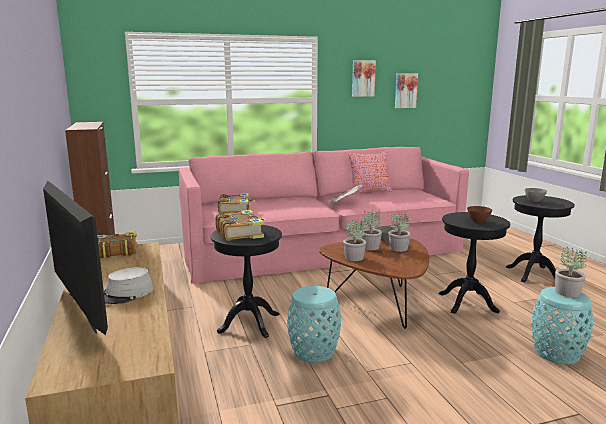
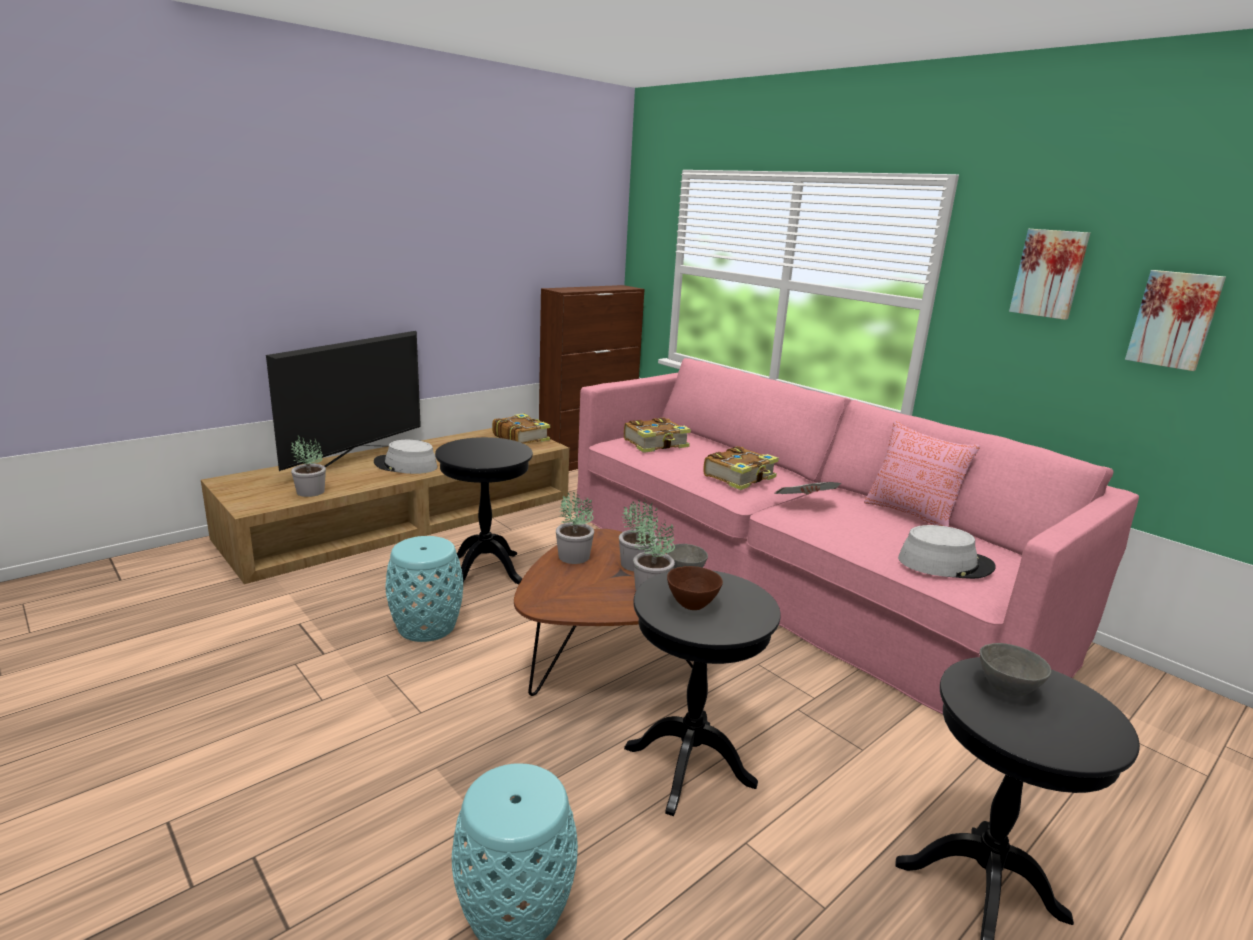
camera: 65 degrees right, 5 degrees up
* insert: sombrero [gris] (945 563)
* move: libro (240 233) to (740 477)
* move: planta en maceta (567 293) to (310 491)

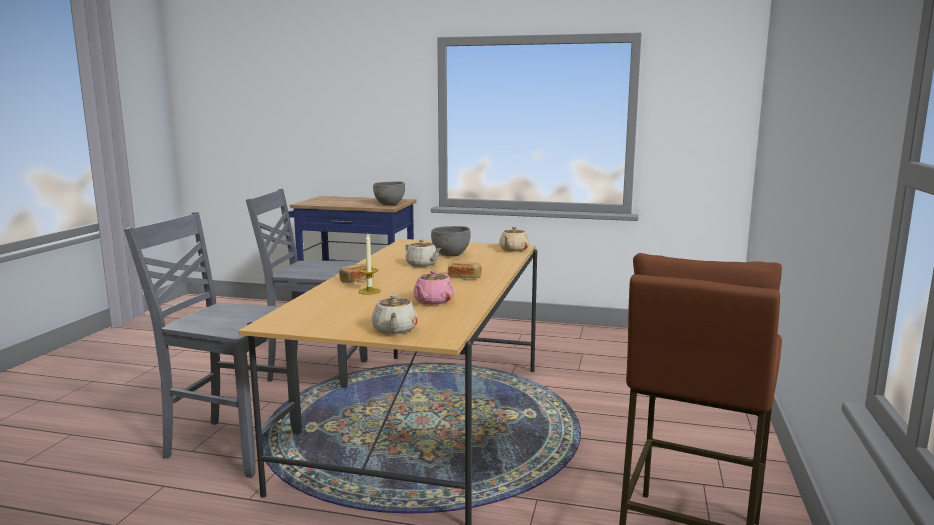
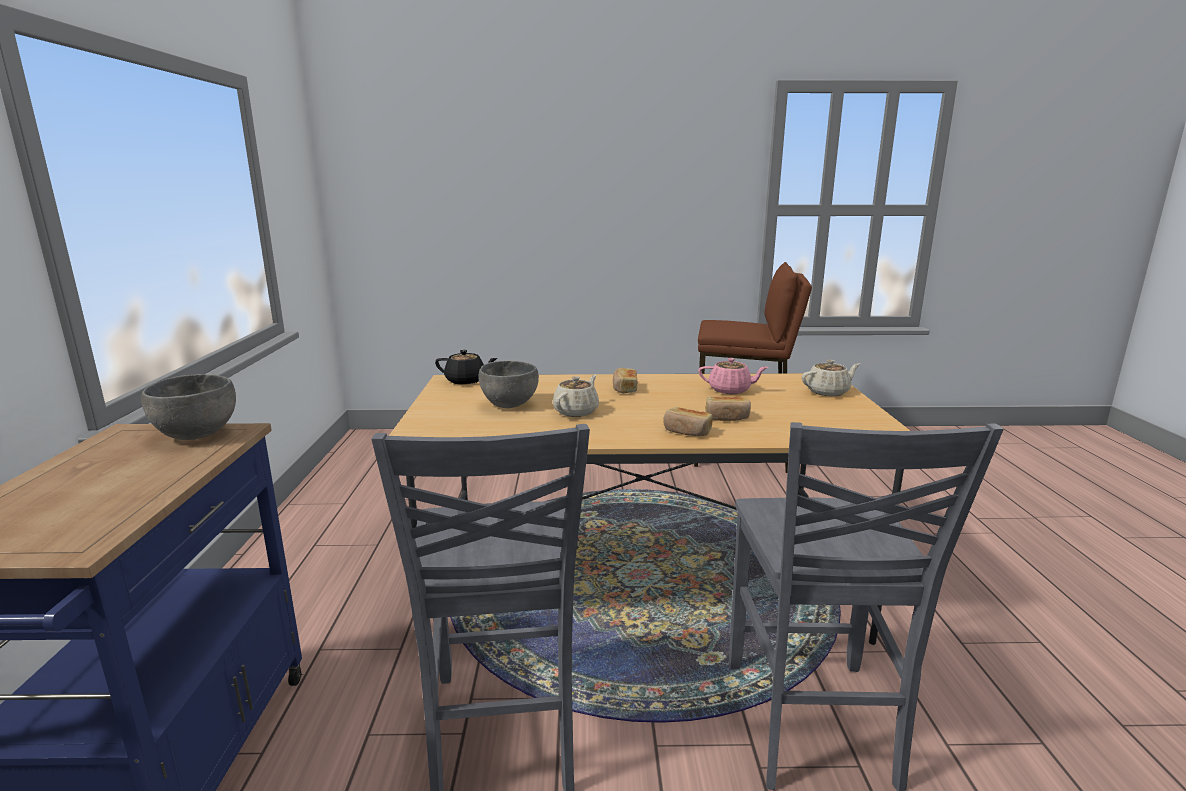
camera: 105 degrees left, 5 degrees up
* replace: vela (369 291) to pan (726 417)
* recolor: tetera [beis] (513 250) to tetera [negro] (466 381)

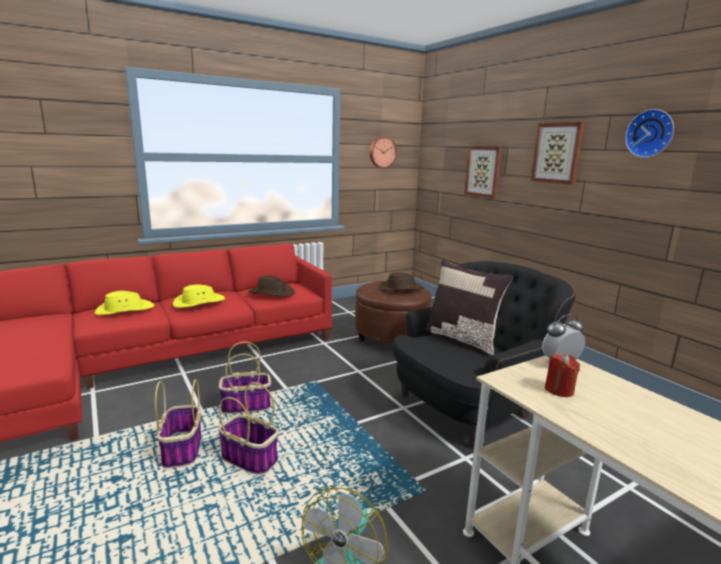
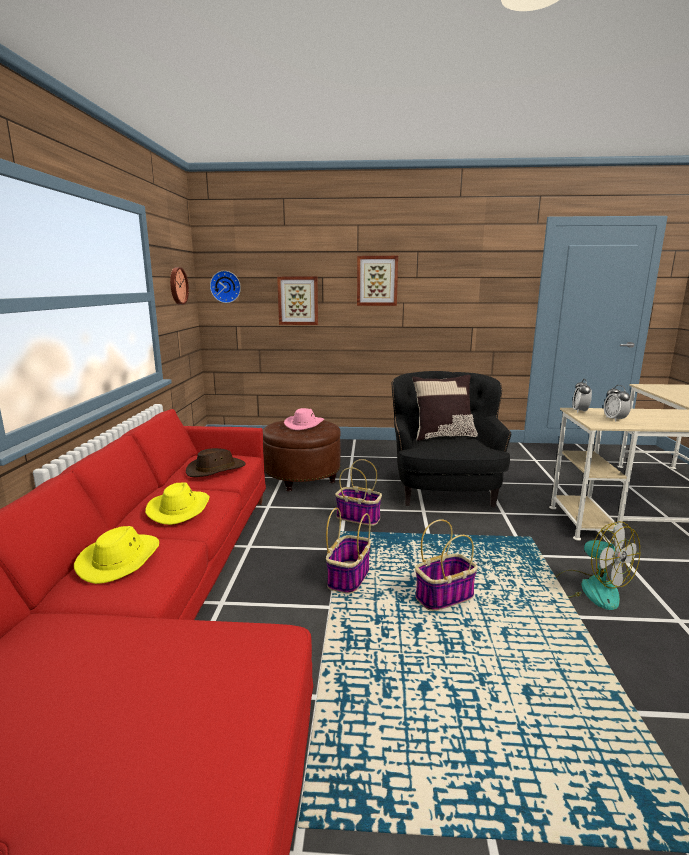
camera: 55 degrees left, 0 degrees up
* move: cesta (182 450) to (359 517)
* move: reloj de pared (650 133) to (226 287)
* replace: vela [rojo] (559 390) to despertador (614 419)
* recolor: sombrero [marrón] (401 288) to sombrero [rosa] (304 424)

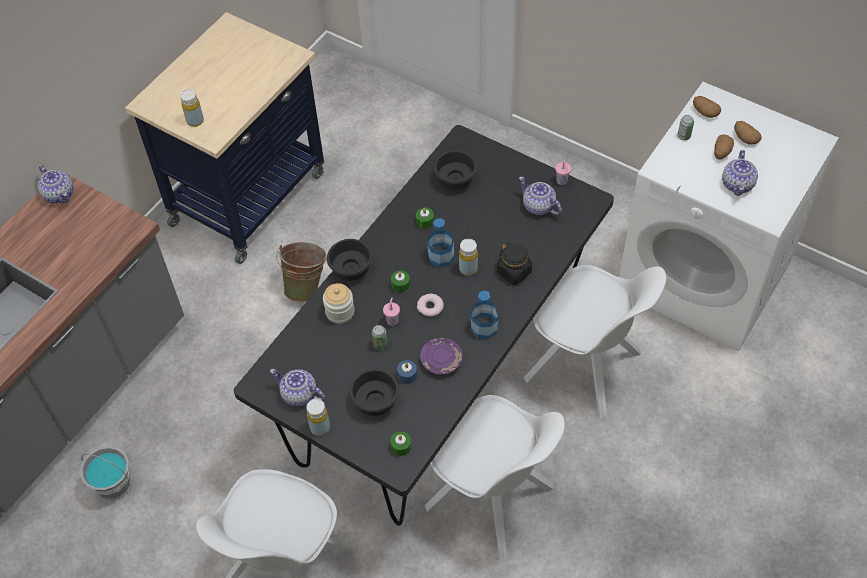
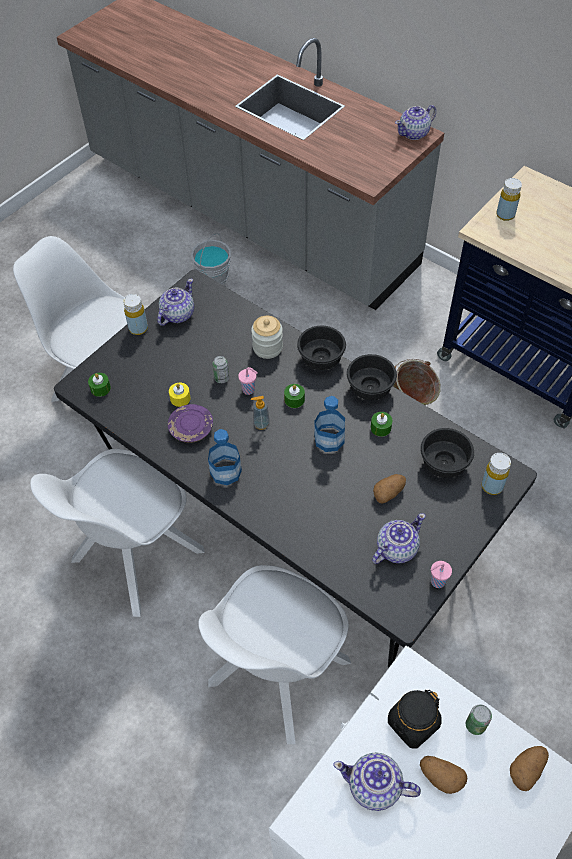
camera: 95 degrees right, 0 degrees up
* move: cuenco [negro] (375 400) to (371 387)
* move: botella [amarillo] (468 269) to (492 486)
* move: tarro [negro] (514 272) to (413 723)
* move: patata (745 138) to (388 493)
* replace: rosquilla (430 307) to dispensador de jabón (261 424)
* recolor: vela [azul] (407 375) to vela [amarillo] (180 398)

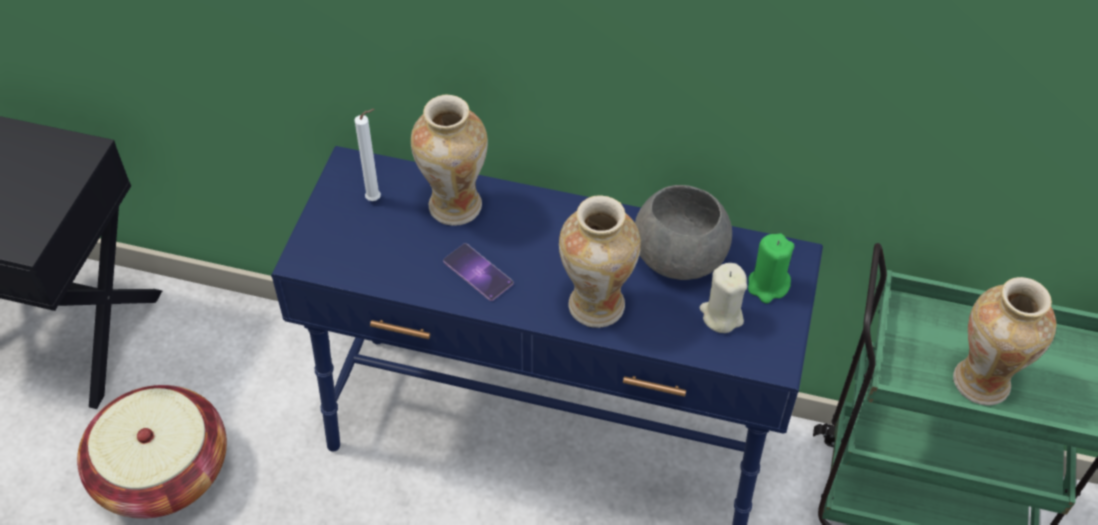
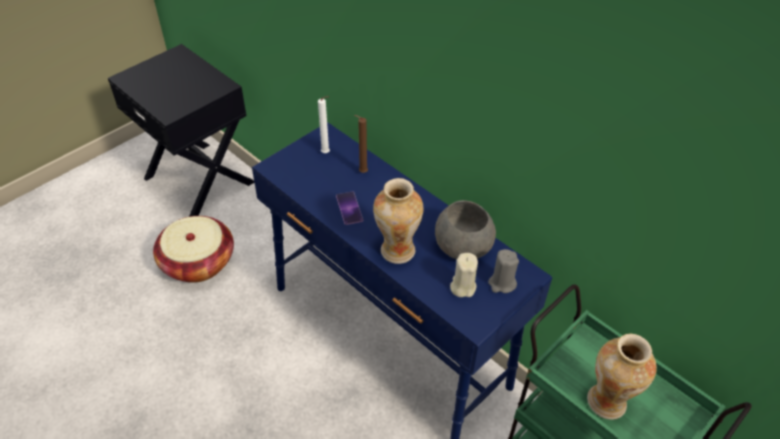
camera: 30 degrees right, 5 degrees down
* replace: florero (453 207) to vela [marrón] (361 172)
* recolor: vela [verde] (767 285) to vela [gris] (502 283)

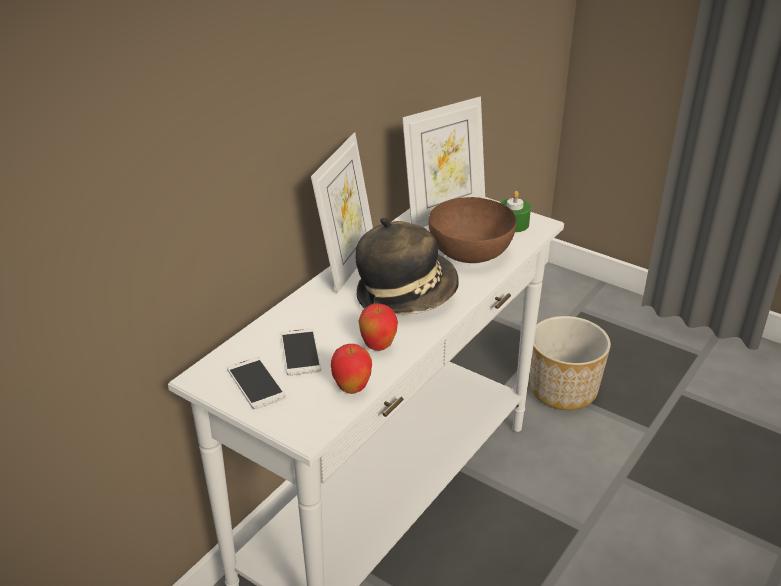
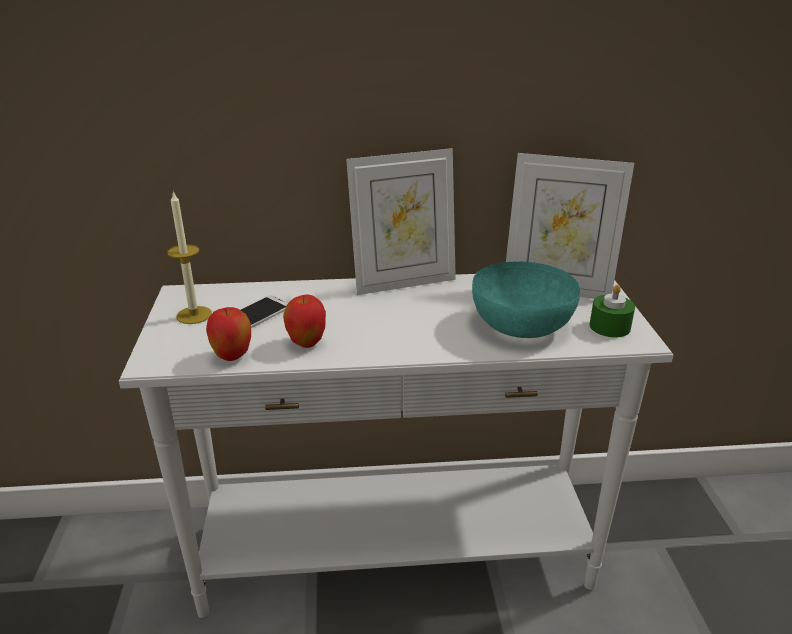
camera: 50 degrees right, 5 degrees down
* delete: sombrero (406 294)
* delete: maceta (564 390)
* replace: móvil (256 383) to vela (194 315)
* recolor: cuenco [marrón] (470 252) to cuenco [turquesa] (520 325)

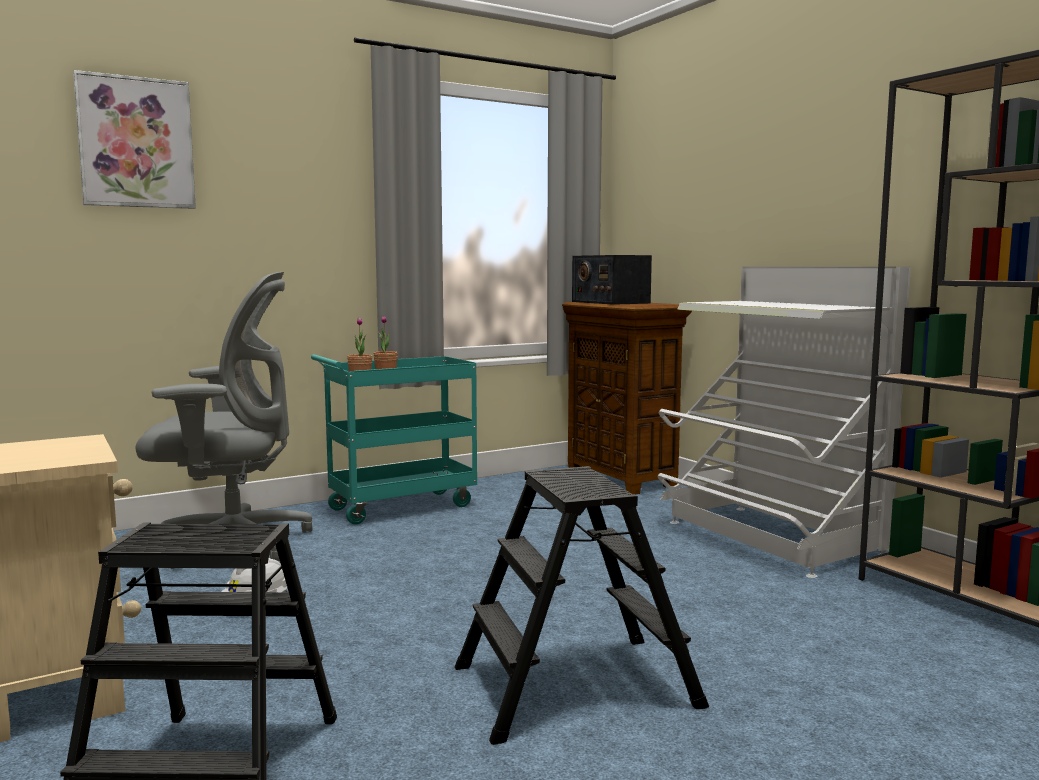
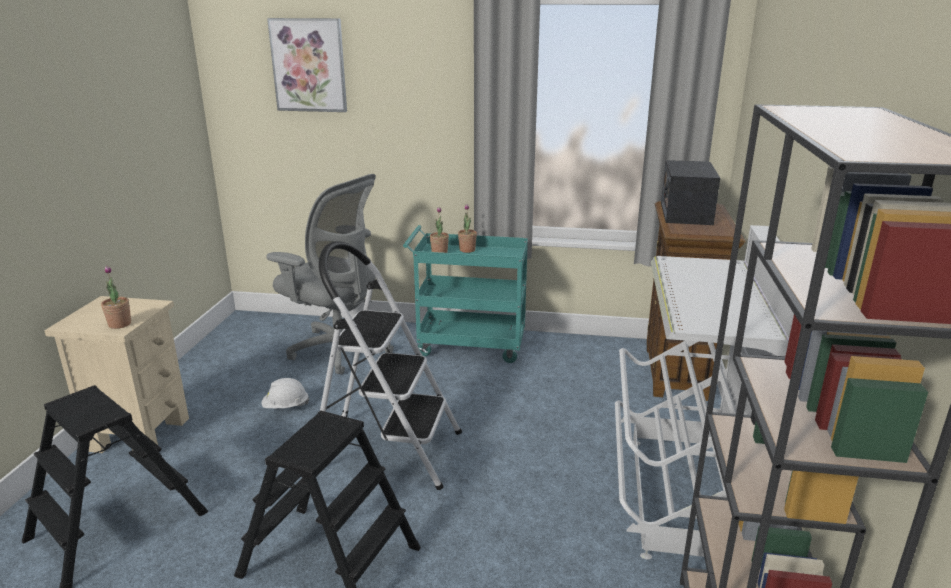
camera: 40 degrees right, 15 degrees up
* insert: planta en maceta (120 324)
* insert: escalera de tijera (384 451)

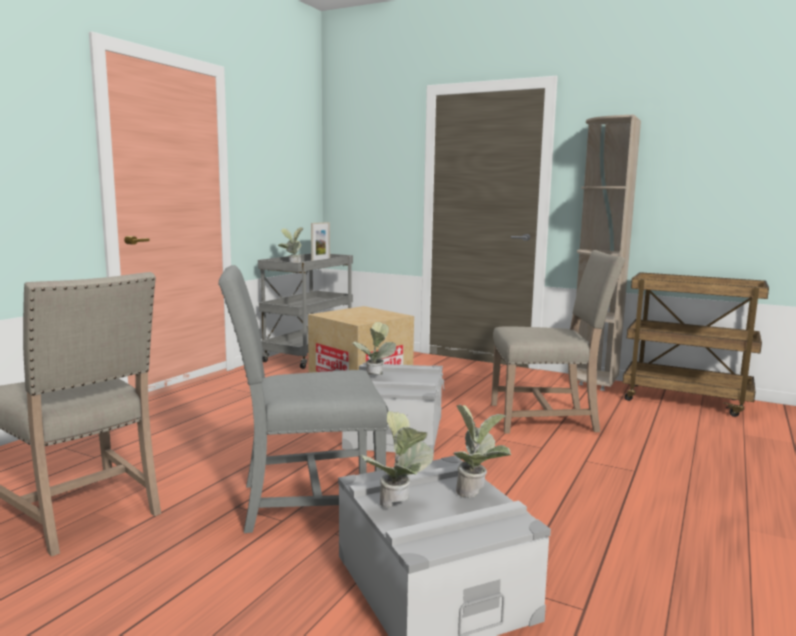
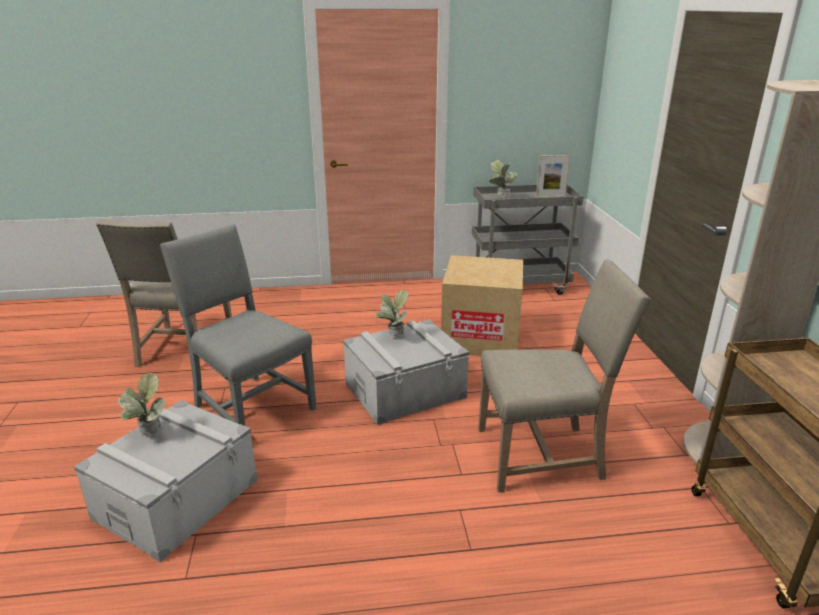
camera: 55 degrees right, 15 degrees up
* delete: planta en maceta (477 493)
* rotate: silla [beis] (547 418) = (543 455) 60 degrees counterclockwise

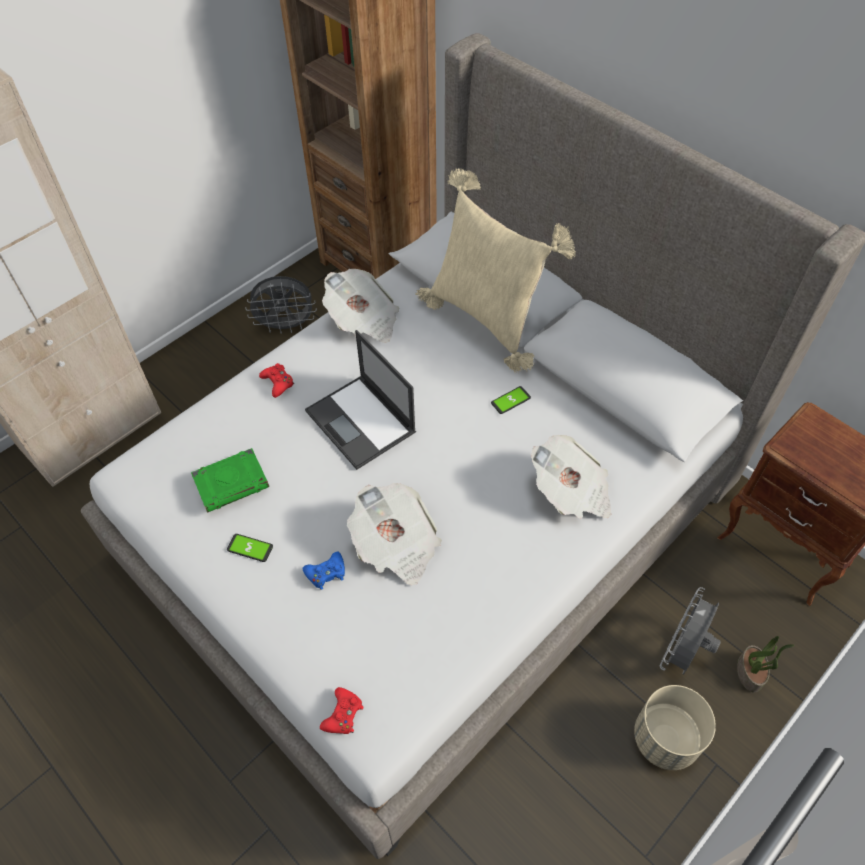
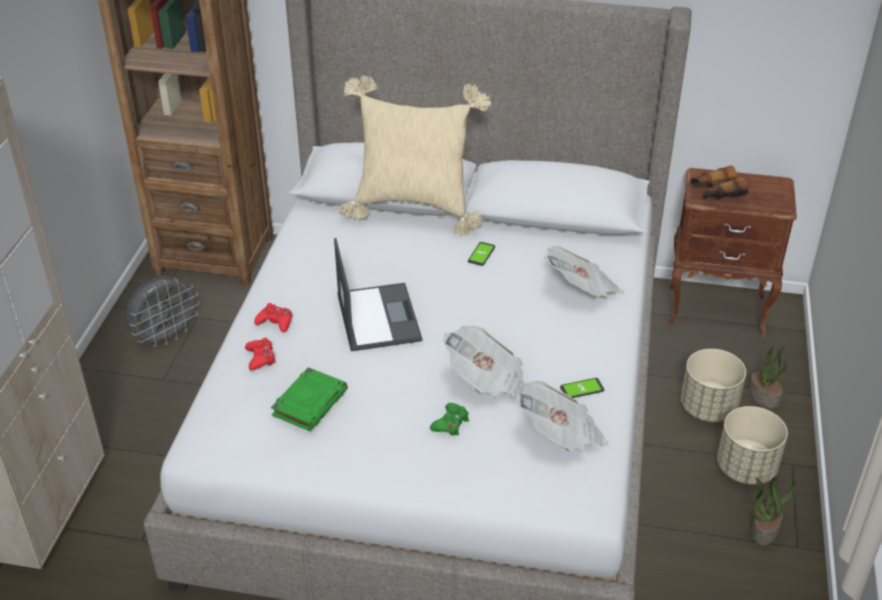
camera: 35 degrees left, 15 degrees down
* insert: prismáticos (716 192)
* insert: planta en maceta (764 529)
* move: móvil (250 548) to (582 389)
* move: mando de consola [rojo] (343 714) to (260 358)
* move: periódico (363 320) to (561 435)
* replace: ventilador [gris] (682 651) to maceta [beis] (708 408)
* recolor: mando de consola [azul] (326 573) to mando de consola [verde] (450 424)
* rotate: portátil (361 422) = (378 316) 120 degrees counterclockwise

